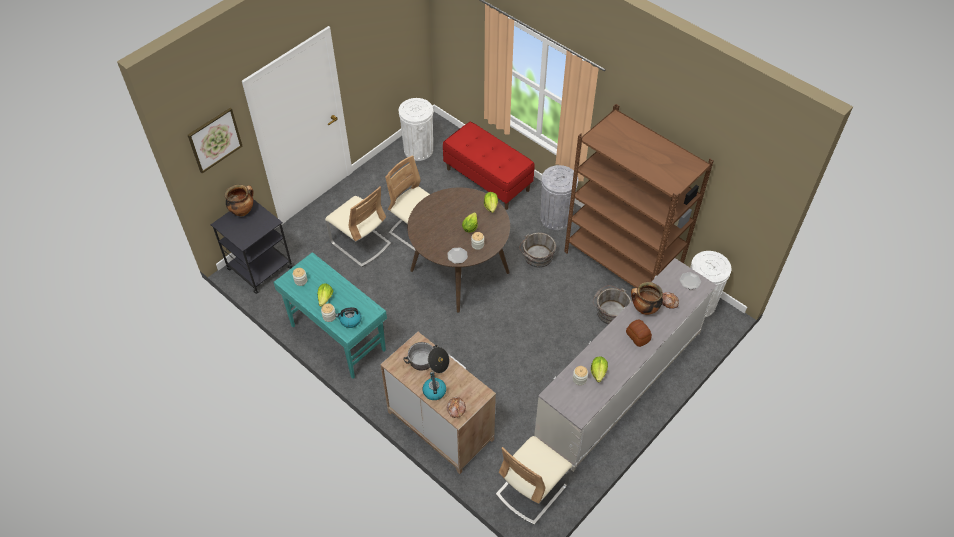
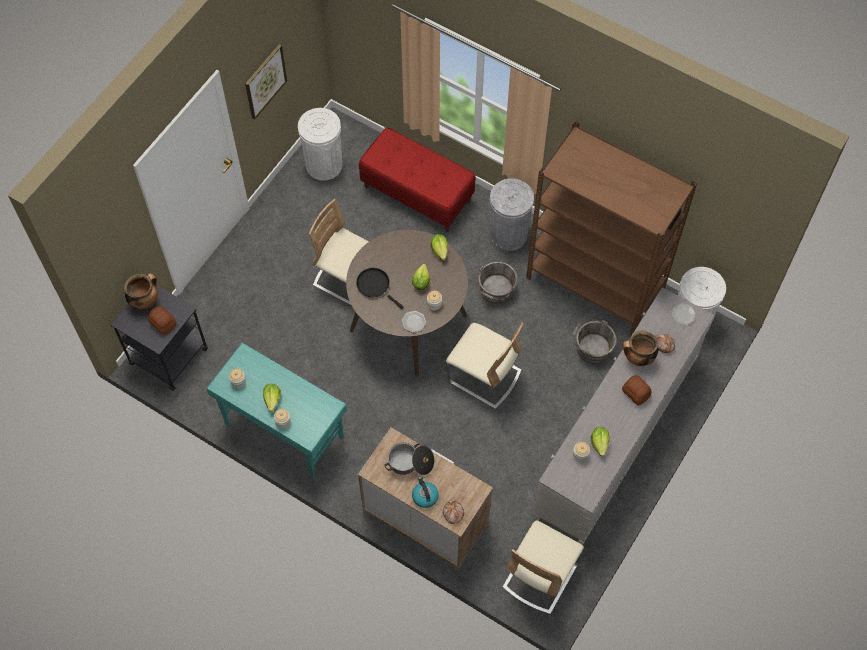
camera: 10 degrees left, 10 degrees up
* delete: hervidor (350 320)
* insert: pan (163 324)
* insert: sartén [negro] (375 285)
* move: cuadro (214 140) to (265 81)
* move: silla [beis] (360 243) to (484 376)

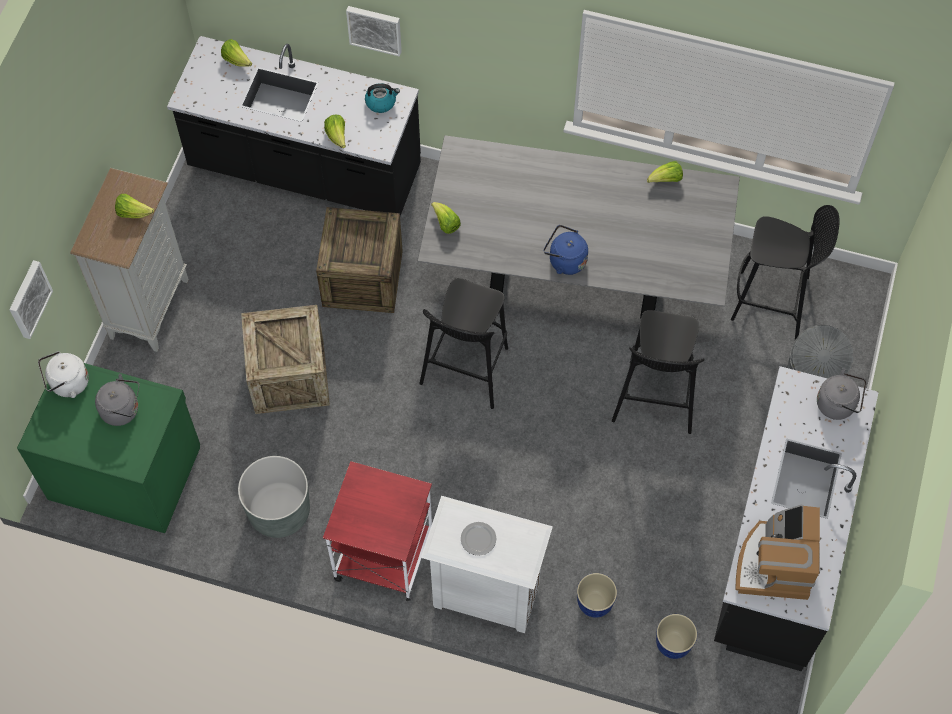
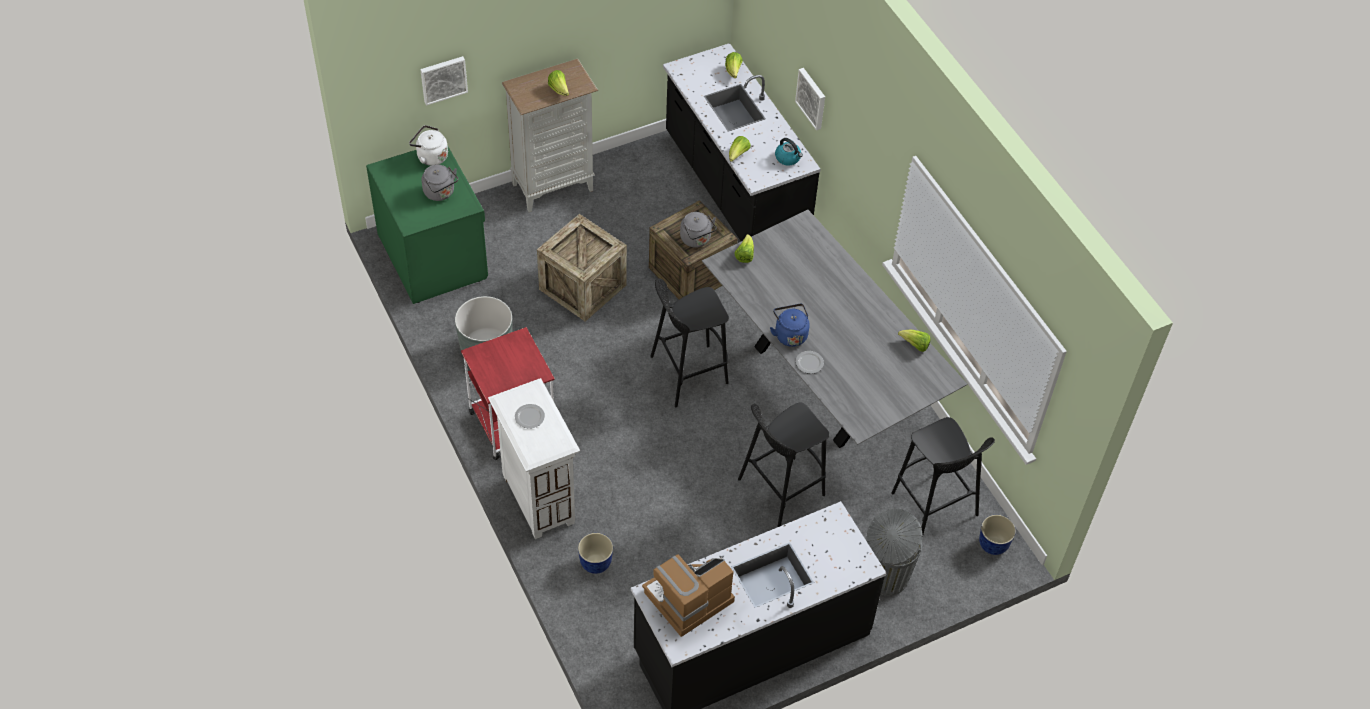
camera: 45 degrees right, 10 degrees down
* insert: plato (809 363)
* move: maceta (673 644) to (992 545)
* move: hervidor [gris] (838 404) to (697 240)

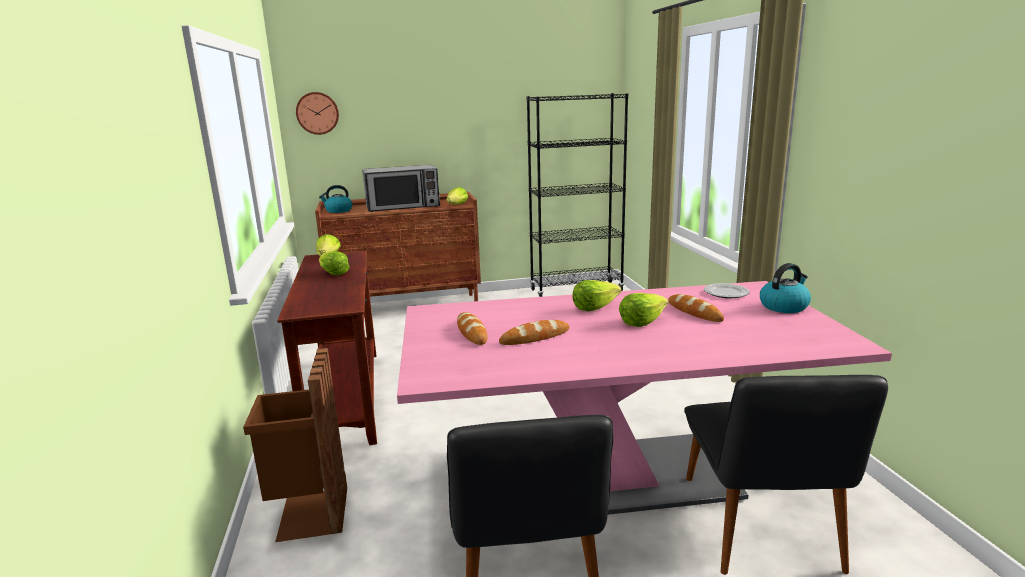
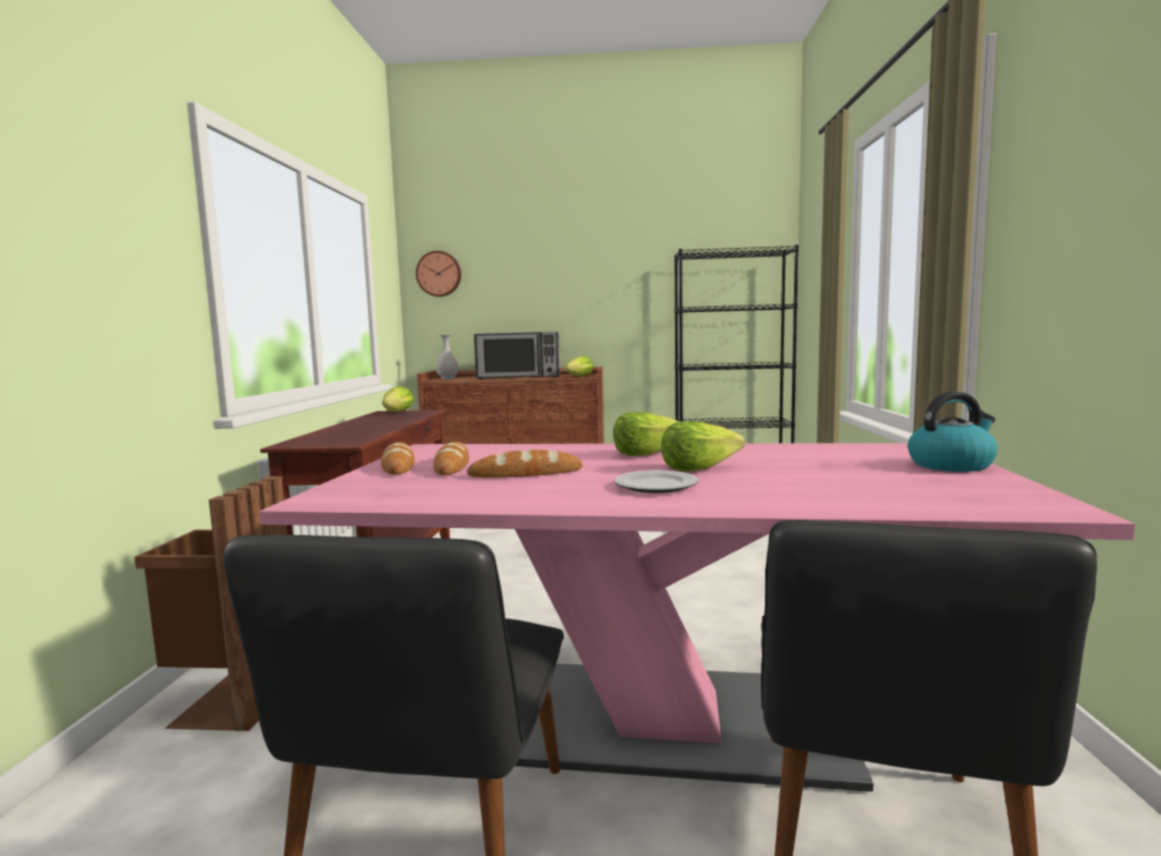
camera: 15 degrees right, 10 degrees down
* delete: lechuga (333 273)
* move: pan (694 312) to (398 465)
* move: plato (725 293) to (654 486)
* replace: hervidor (338 211) to florero [blanco] (448 378)

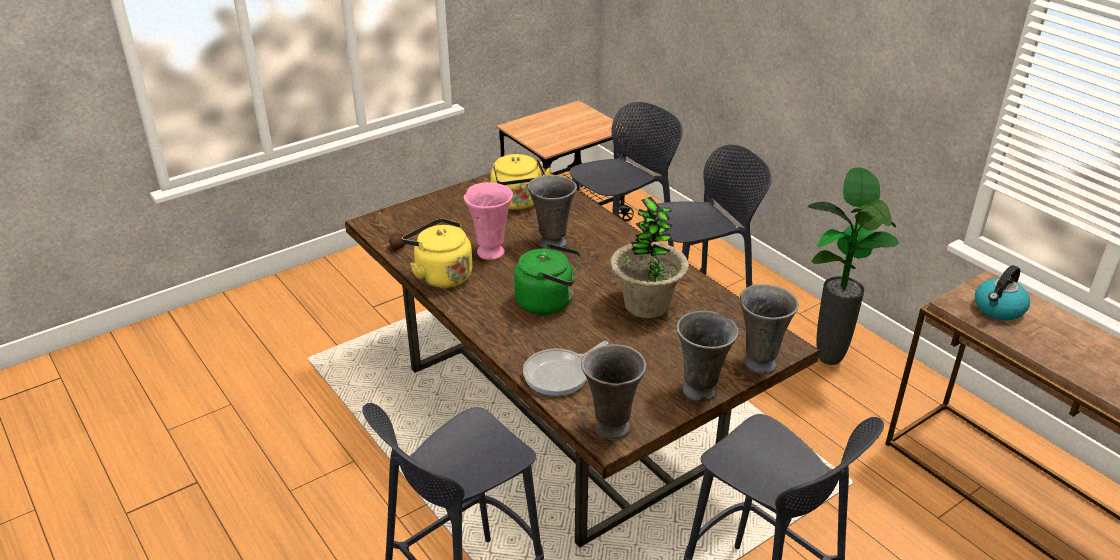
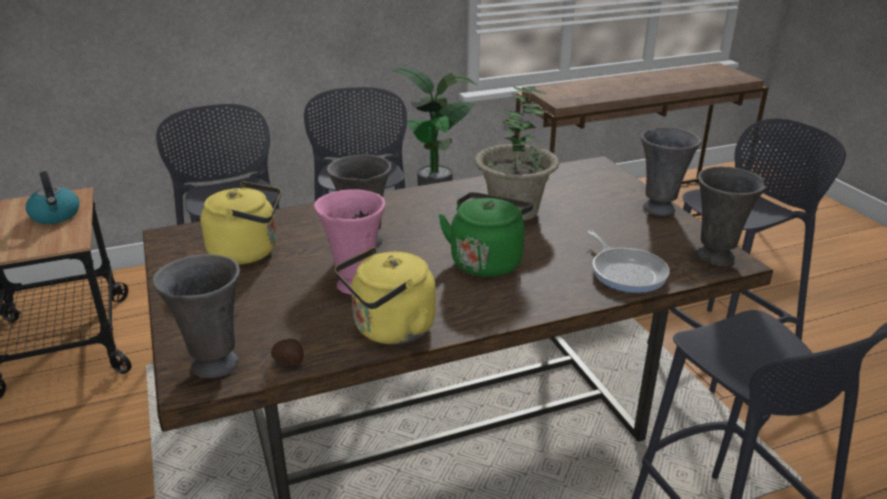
camera: 75 degrees left, 5 degrees down
* move: florero [gris] (759 363) to (213 365)
* move: hervidor (998 309) to (56 216)

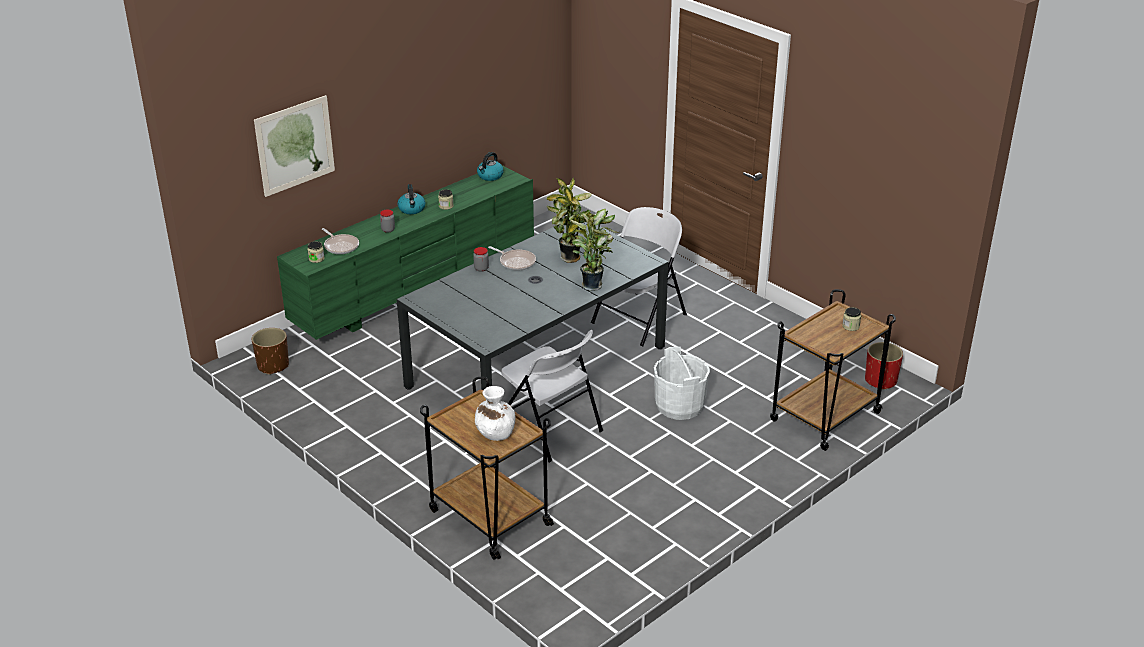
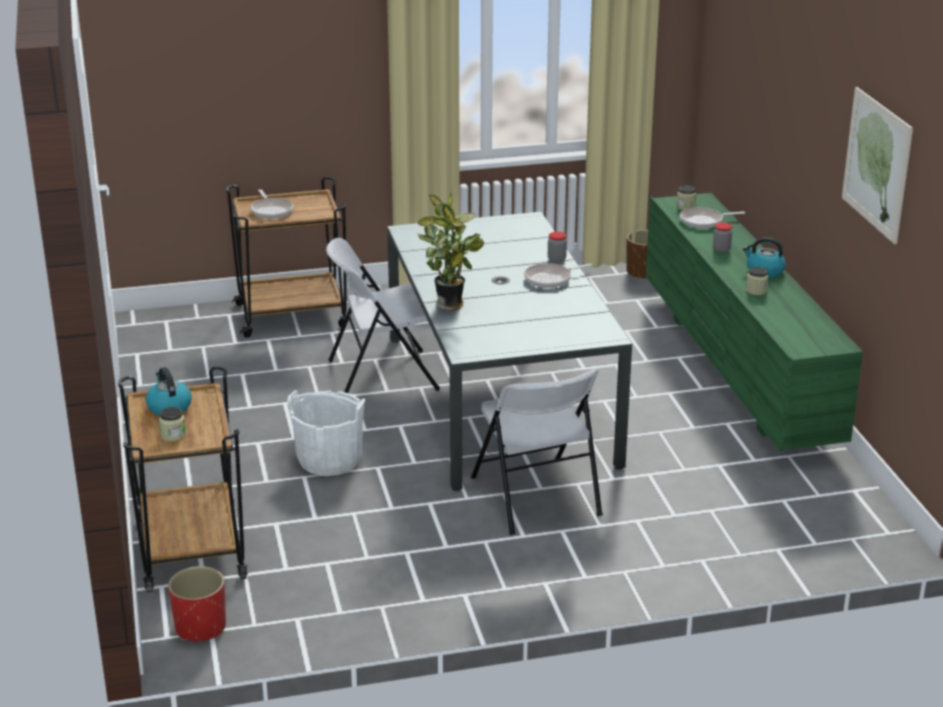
camera: 120 degrees right, 5 degrees down
* delete: planta en maceta (571 259)
* move: cuadro (295 145) to (876 164)
* move: hervidor (490 176) to (169 407)
* replace: florero [blanco] (495 433) to sartén (271 211)

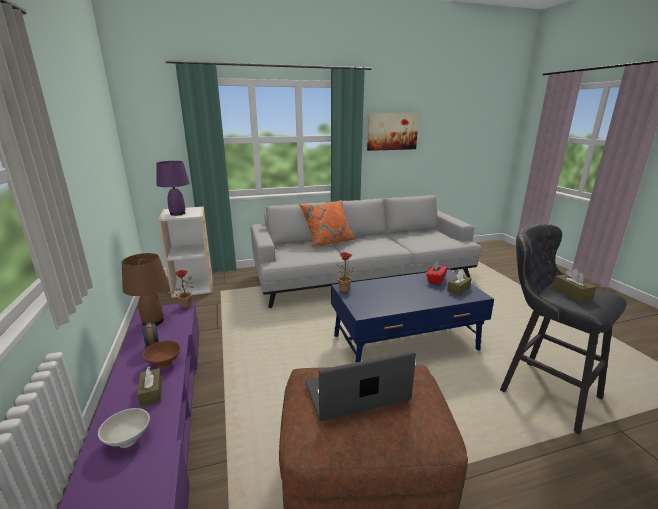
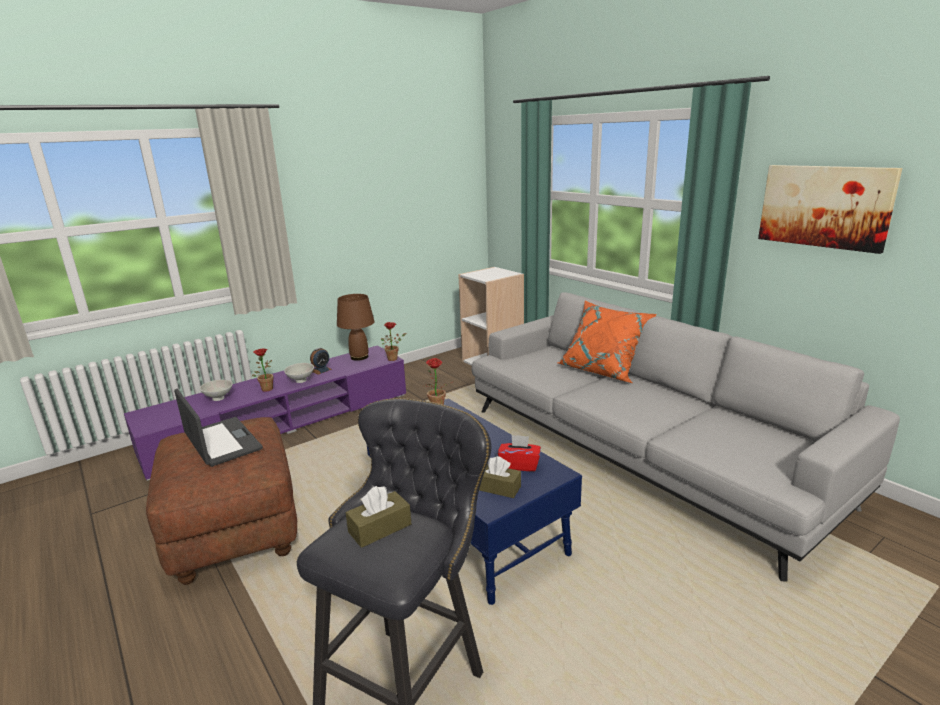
camera: 70 degrees right, 0 degrees up
* delete: lámpara de mesa [morado] (178 213)
* replace: caja de pañuelos [marrón] (151 392) to planta en maceta (266 388)
* recolor: cuenco [marrón] (165 363) to cuenco [blanco] (301 381)

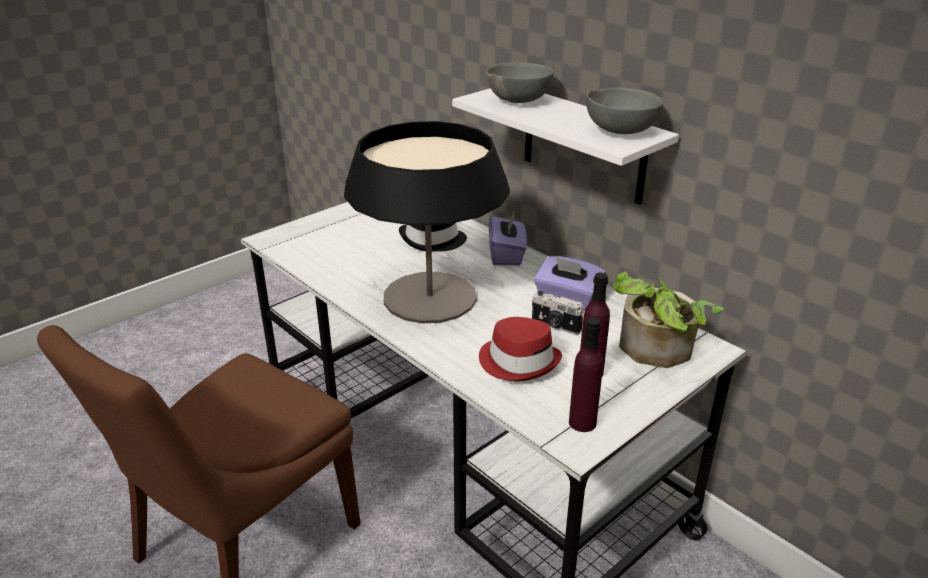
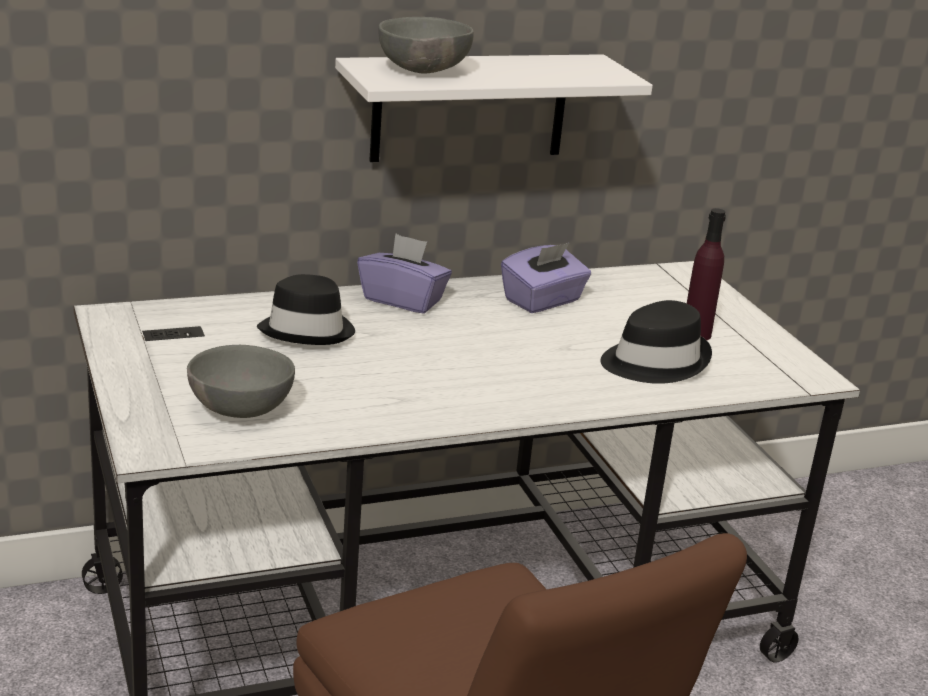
camera: 70 degrees left, 5 degrees down
* delete: lámpara de mesa (430 297)
* delete: cámara (555 326)
* delete: botella [morado] (582 422)
* delete: planta en maceta (656 352)
* move: cuenco [gris] (619 131) to (237 410)
* recolor: sombrero [rojo] (519 361) to sombrero [negro] (654 361)

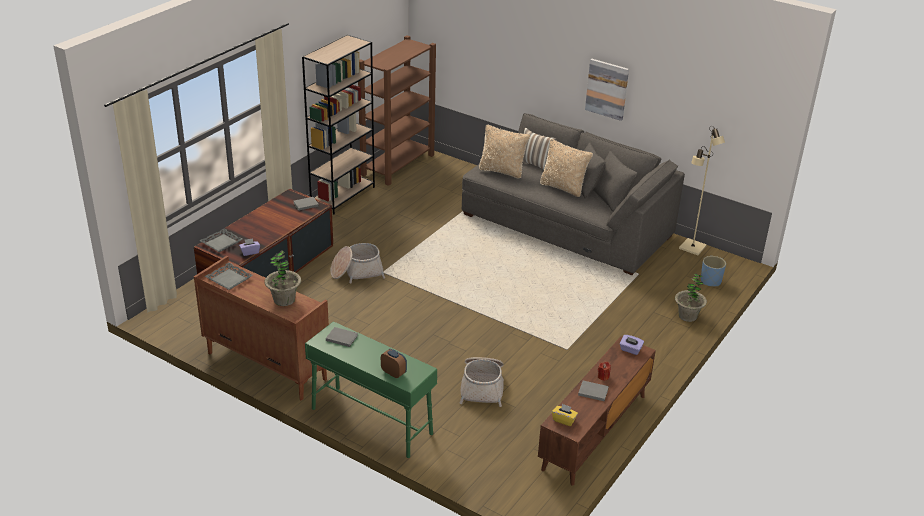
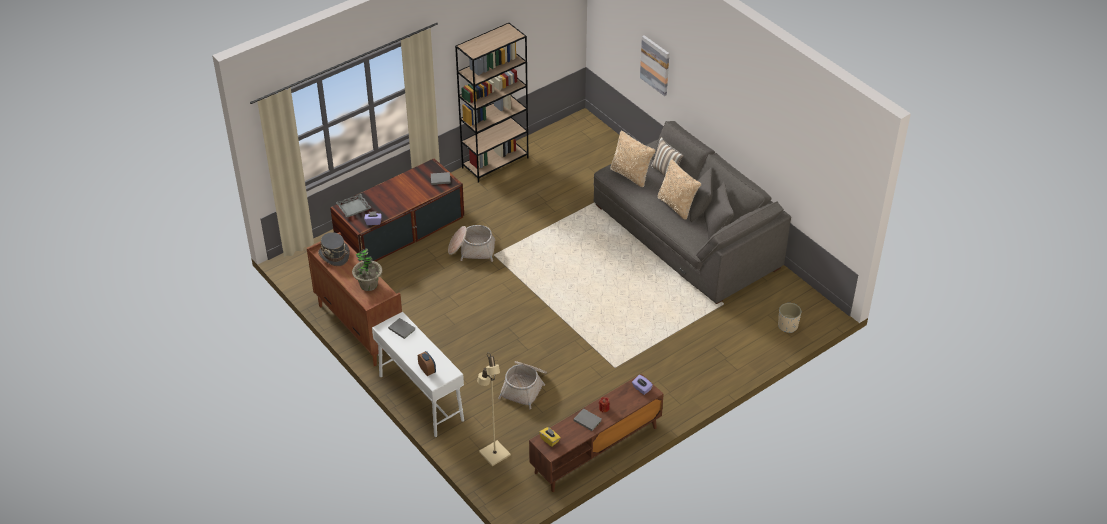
camera: 20 degrees right, 10 degrees up
* delete: estantería [marrón] (397 165)
* delete: planta en maceta (687 316)
* move: cuadro (607 89) to (655 65)
* move: lámpara de pie [beis] (692 247) to (494 453)
* replace: bandeja [gris] (229 279) to sombrero [gris] (334 255)
* recolor: mesa consola [verde] (372 421) to mesa consola [blanco] (421 398)
* recolor: maceta [azul] (711 281) to maceta [beis] (787 326)

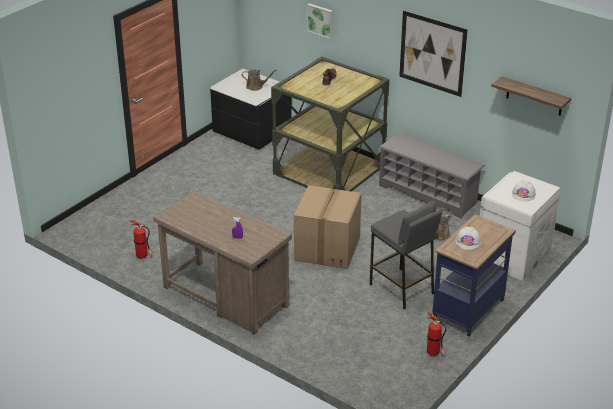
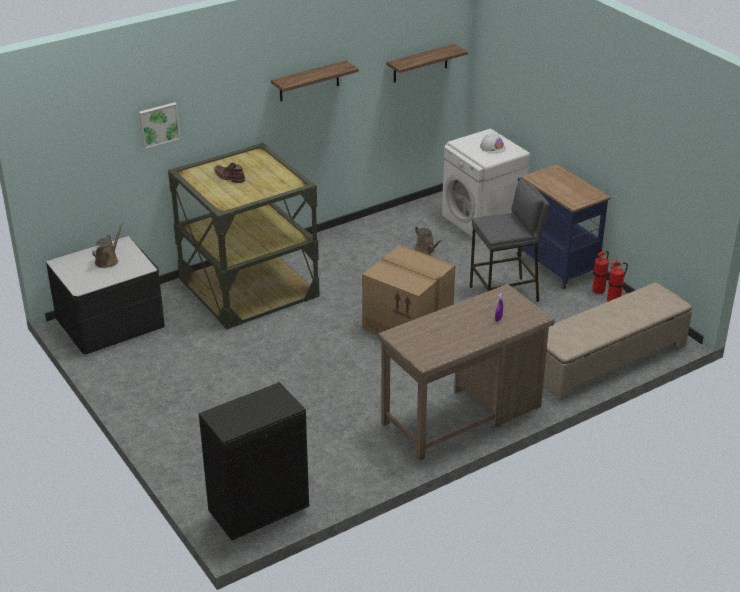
camera: 70 degrees left, 0 degrees up
* delete: zapatero [gris] (428 194)
* delete: casco [blanco] (468 241)
* insert: armario [negro] (258 514)
* insert: banco [beis] (607 359)
* move: extintor (143 256) to (599 291)
* replace: cuadro (432 53) to estante (309 81)

